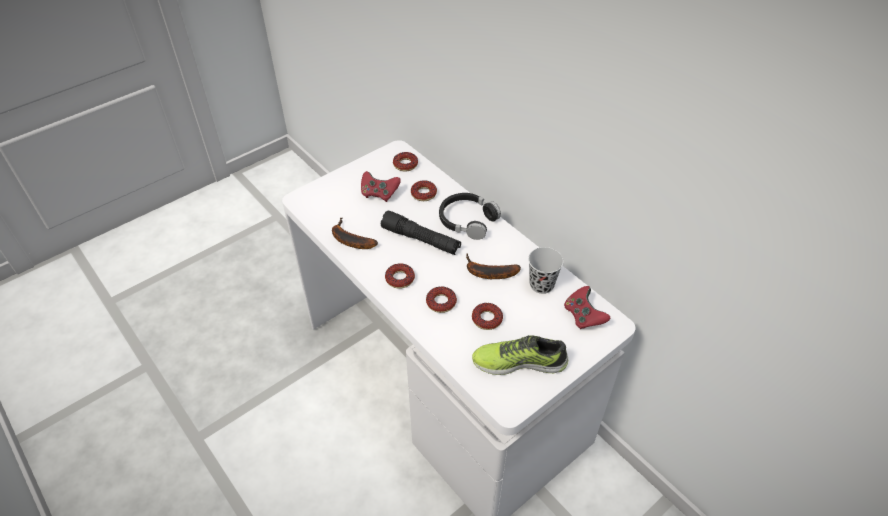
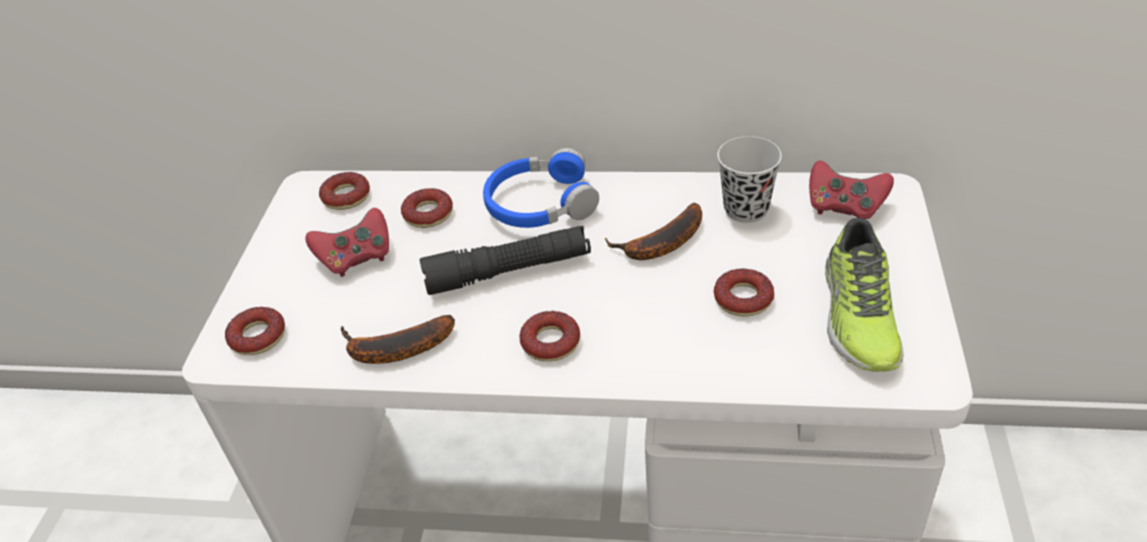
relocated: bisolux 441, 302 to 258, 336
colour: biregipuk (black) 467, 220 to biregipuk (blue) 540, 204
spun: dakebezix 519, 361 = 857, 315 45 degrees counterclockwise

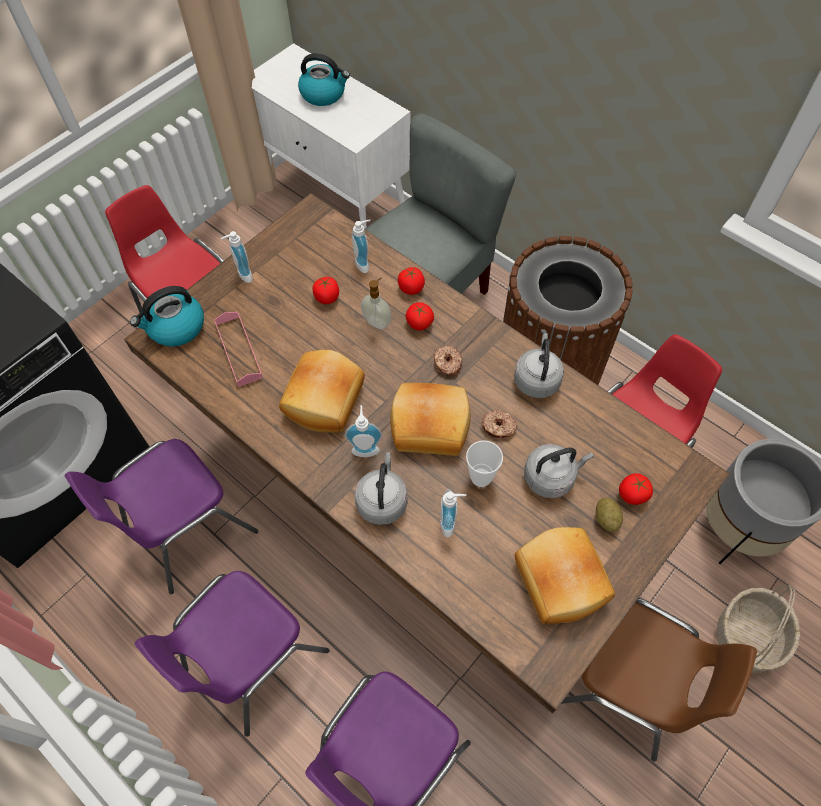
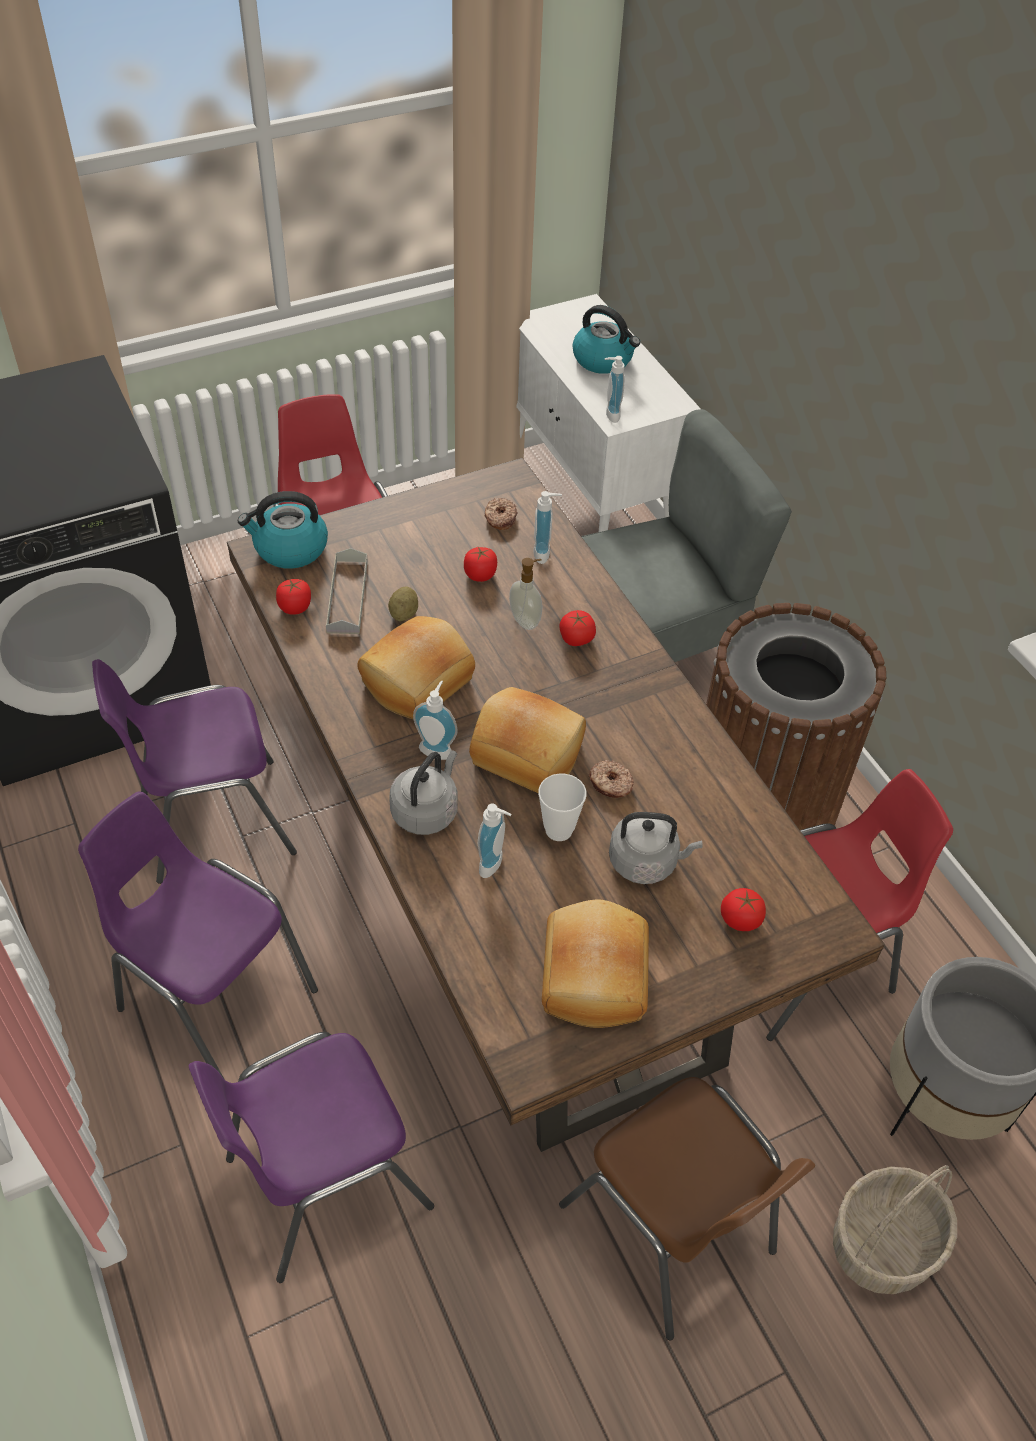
missing: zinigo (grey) 536, 379
relocated: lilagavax 242, 275 to 609, 414; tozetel 411, 288 to 295, 607; bisolux 447, 363 to 500, 518; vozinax 606, 519 to 404, 614
colour: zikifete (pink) 239, 350 to zikifete (grey) 347, 596
spun: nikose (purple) 252, 661 = 213, 998 60 degrees clockwise

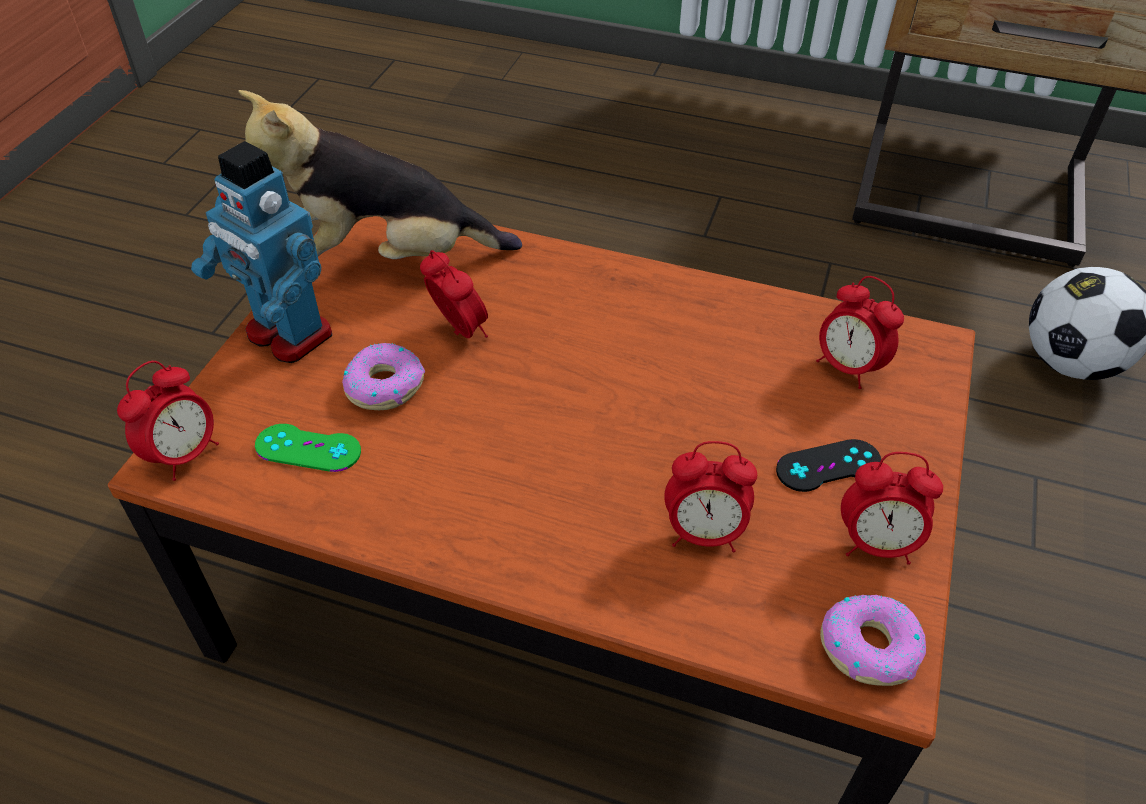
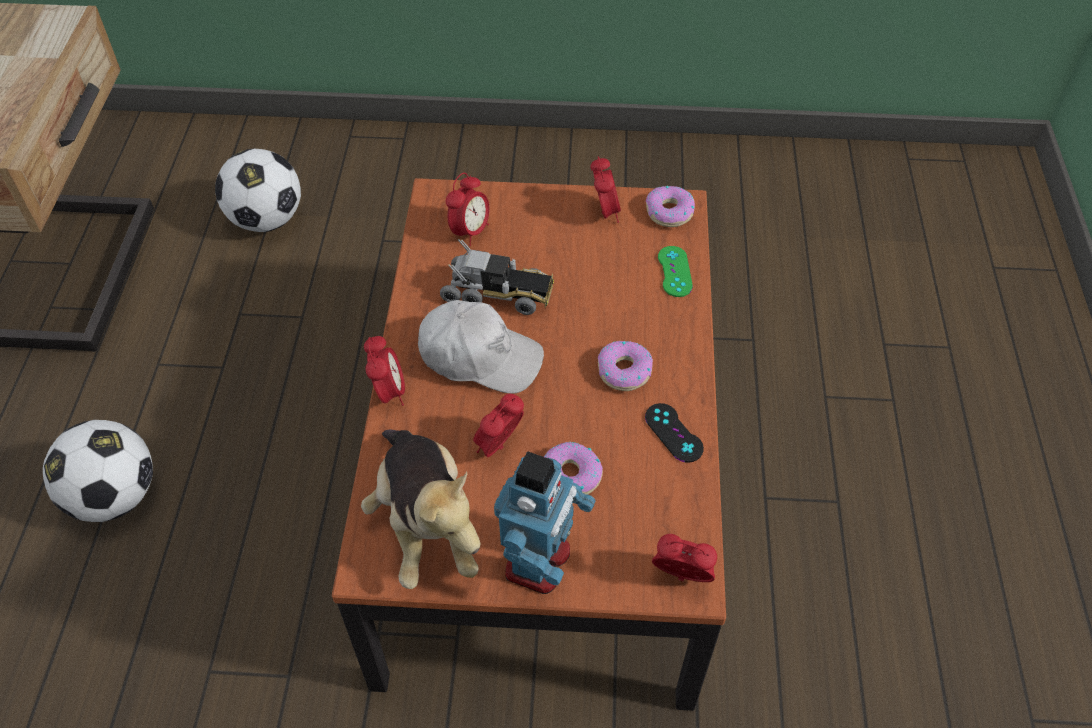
appeared: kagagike 115, 496; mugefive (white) 480, 356; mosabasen 498, 293; bisolux 624, 371
relocated: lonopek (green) 308, 448 to 674, 271; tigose 704, 533 to 389, 392; lonopek (black) 828, 466 to 673, 433

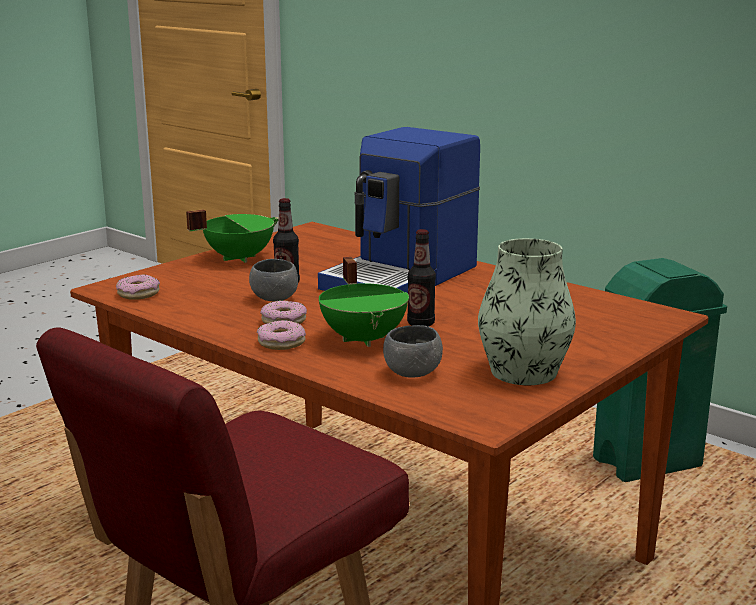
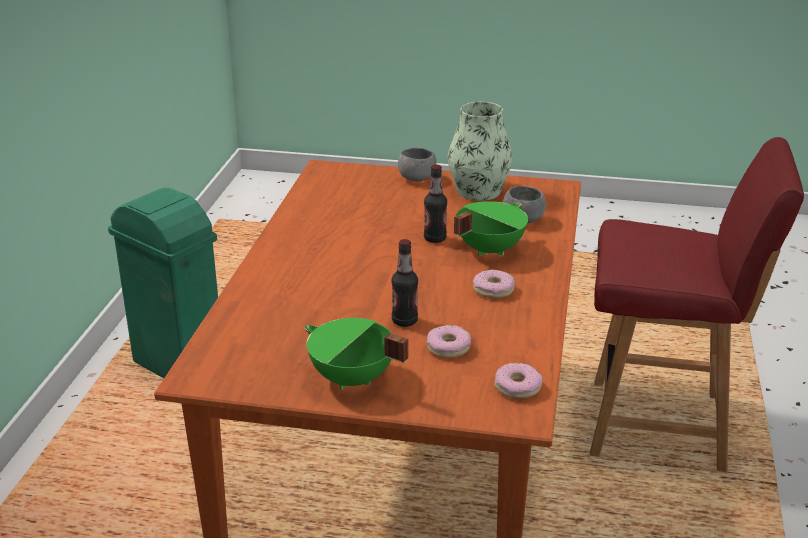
missing: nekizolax 403, 277
relocated: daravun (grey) 274, 298 to 417, 178; bisolux 281, 343 to 448, 347

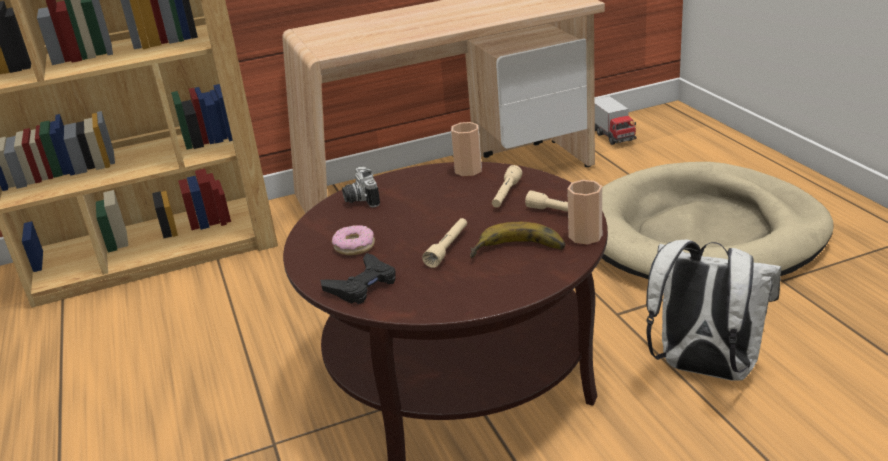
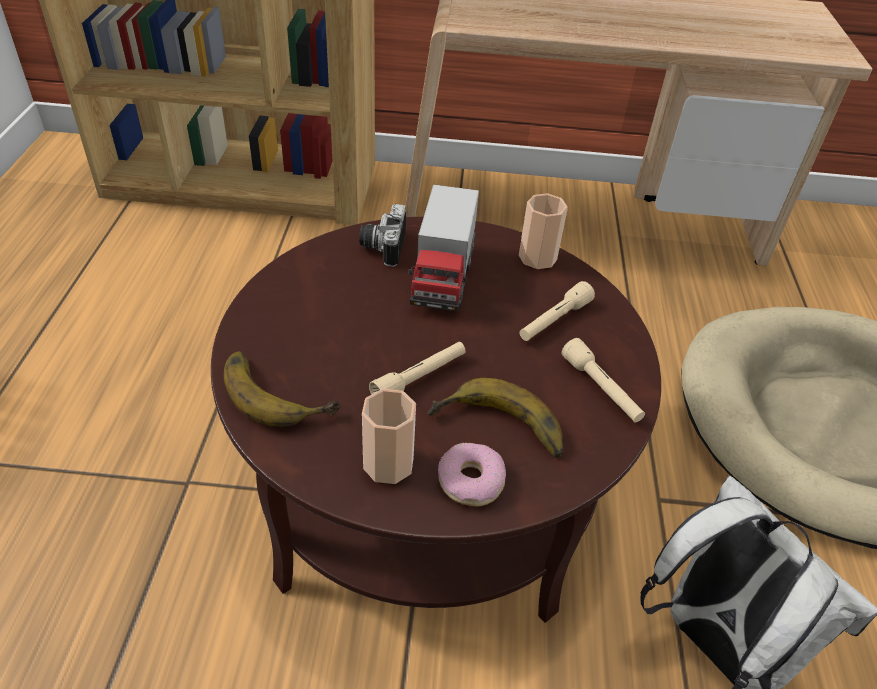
relocated: bisolux 354, 246 to 471, 481; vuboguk 585, 236 to 388, 464; mosabasen 612, 136 to 443, 277
exchanged: lonopek (black) 362, 285 to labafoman 279, 390

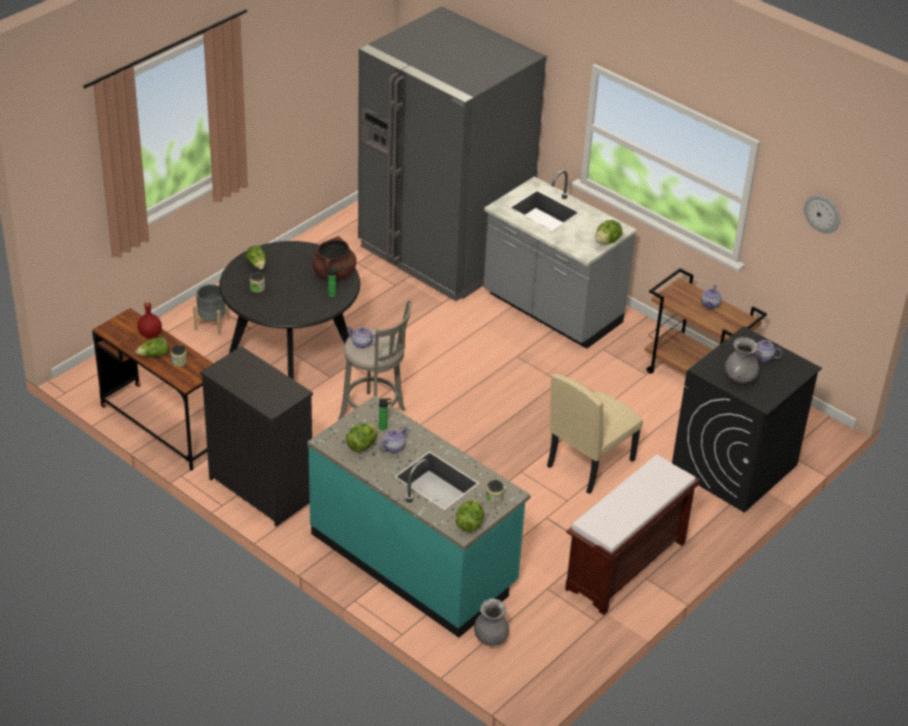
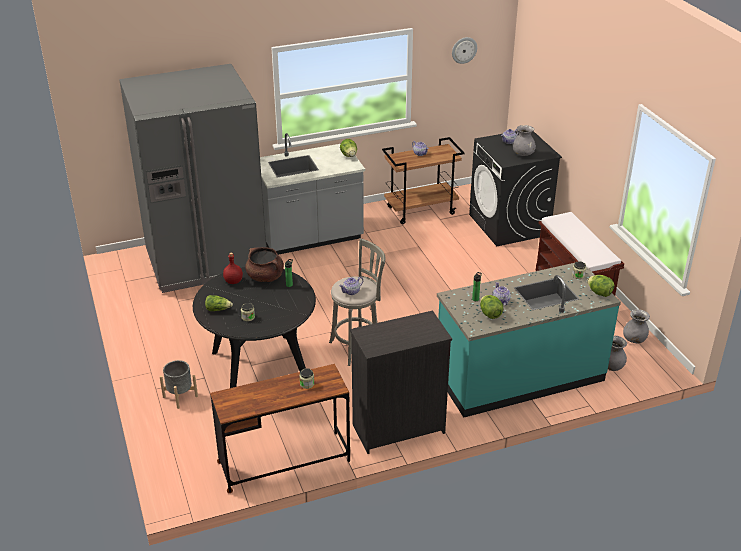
missing: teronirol 154, 355; nikose (beige) 590, 462
appeared: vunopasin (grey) 634, 340
relocated: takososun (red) 150, 334 to 234, 281

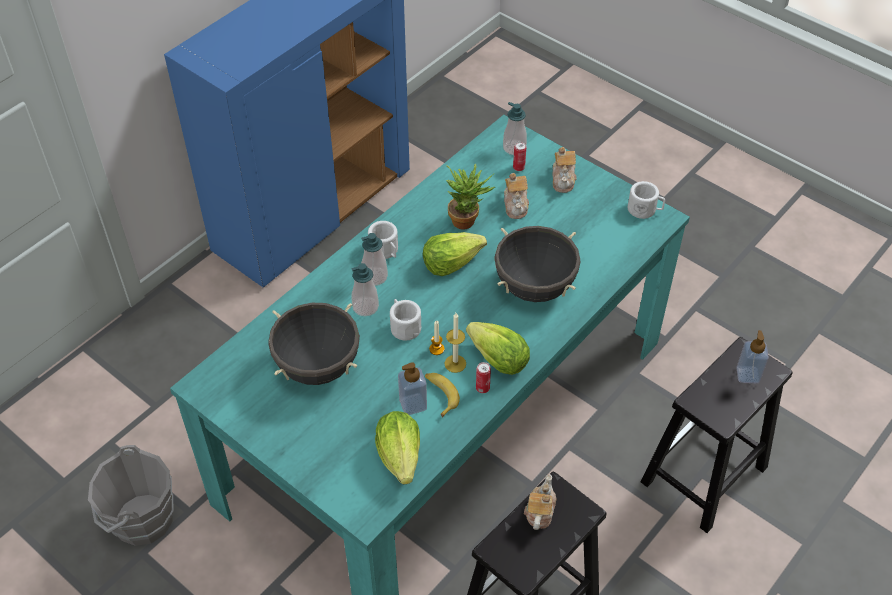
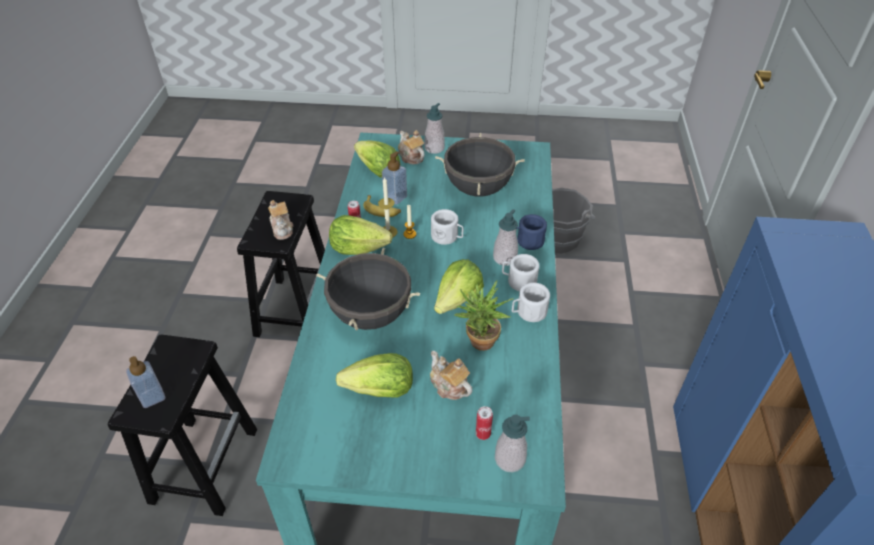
appeared: teronirol 380, 390; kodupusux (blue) 527, 242
relocated: lilagavax 365, 307 to 434, 148; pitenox 563, 179 to 411, 157; kodupusux (white) 645, 210 to 528, 312

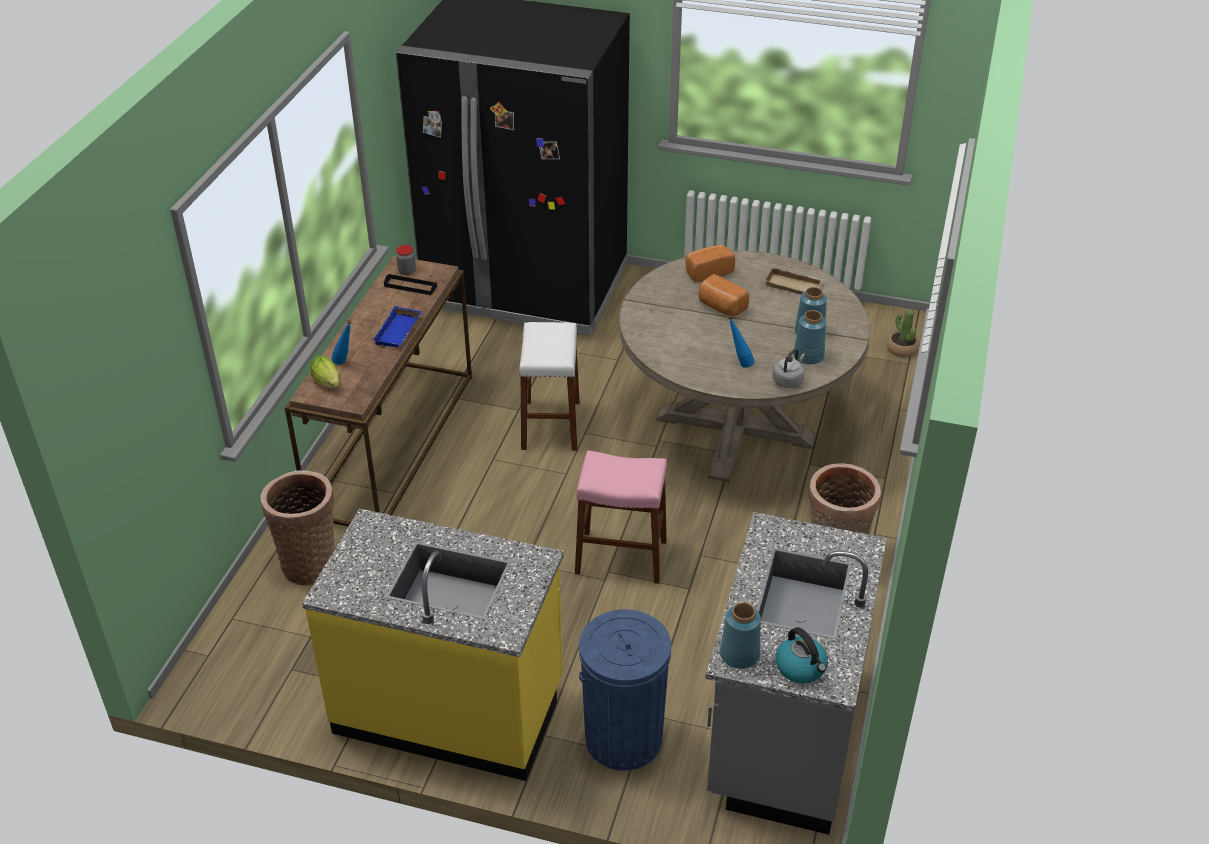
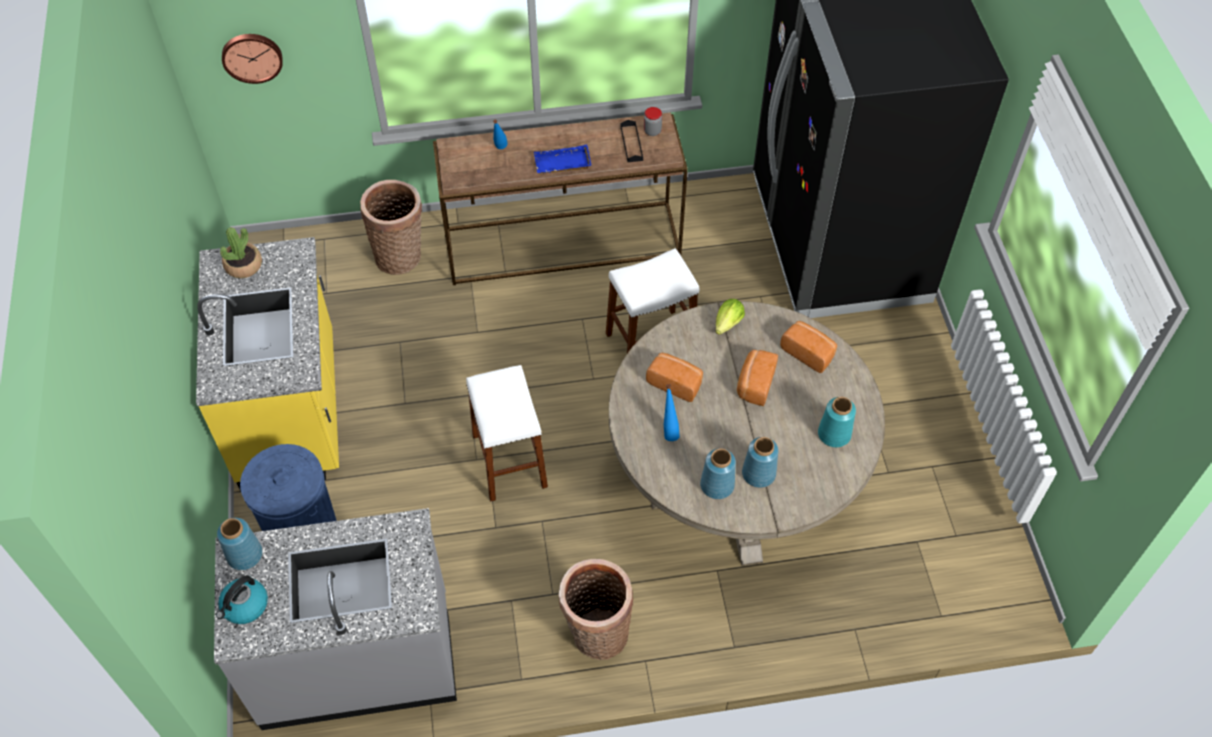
missing: zinigo (grey) 788, 380
appeared: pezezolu 252, 56; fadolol 675, 382
relocated: teronirol 328, 383 to 726, 325; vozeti 901, 349 to 243, 265
exchanged: zikifete (beige) 794, 285 to vunopasin (turquoise) 834, 434
colour: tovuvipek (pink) 621, 557 to tovuvipek (white) 509, 461

